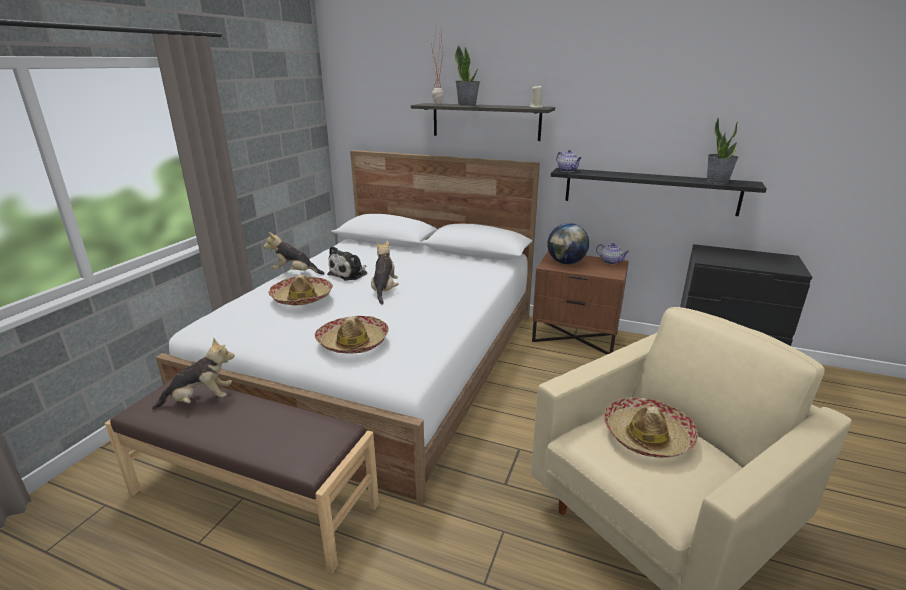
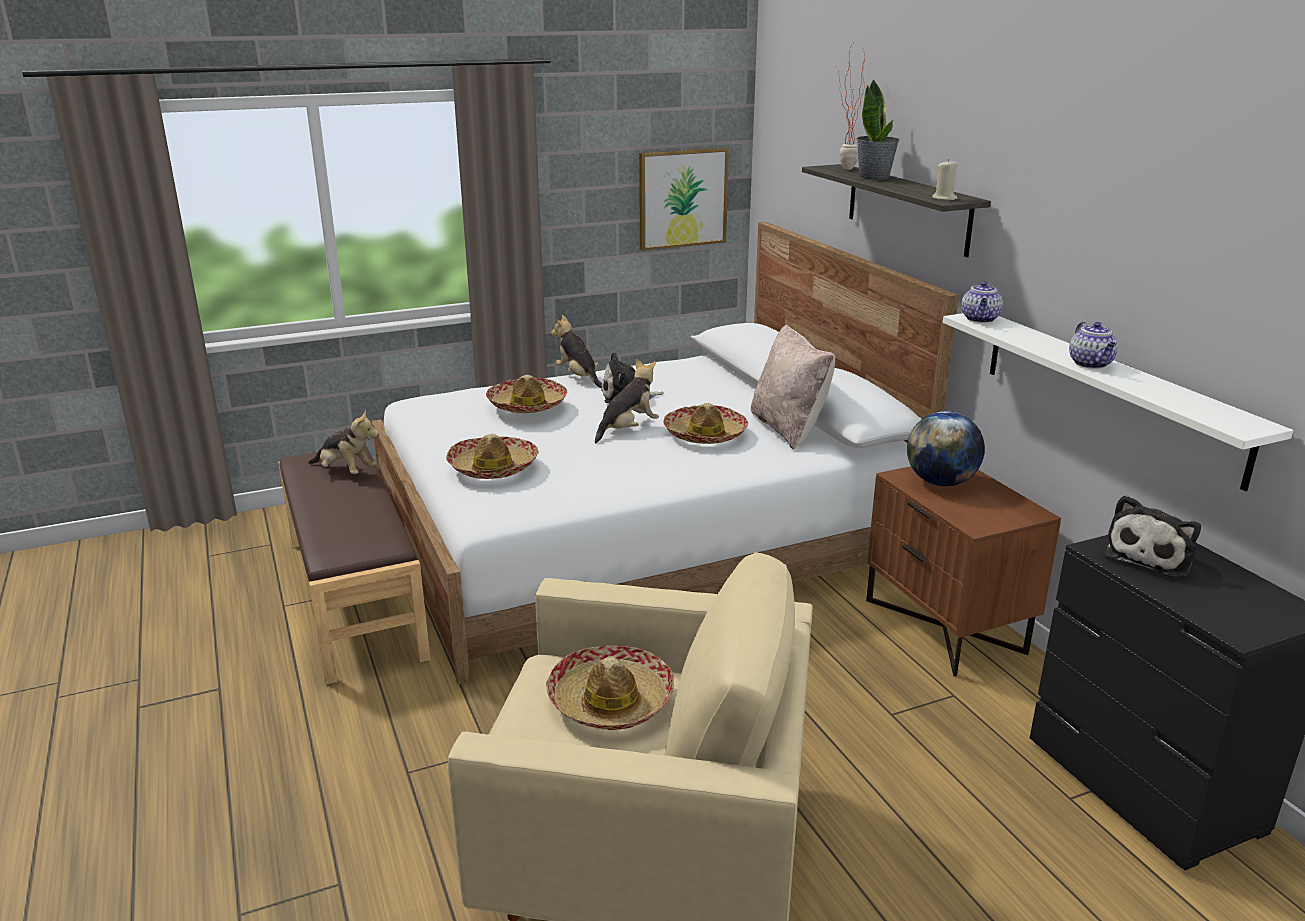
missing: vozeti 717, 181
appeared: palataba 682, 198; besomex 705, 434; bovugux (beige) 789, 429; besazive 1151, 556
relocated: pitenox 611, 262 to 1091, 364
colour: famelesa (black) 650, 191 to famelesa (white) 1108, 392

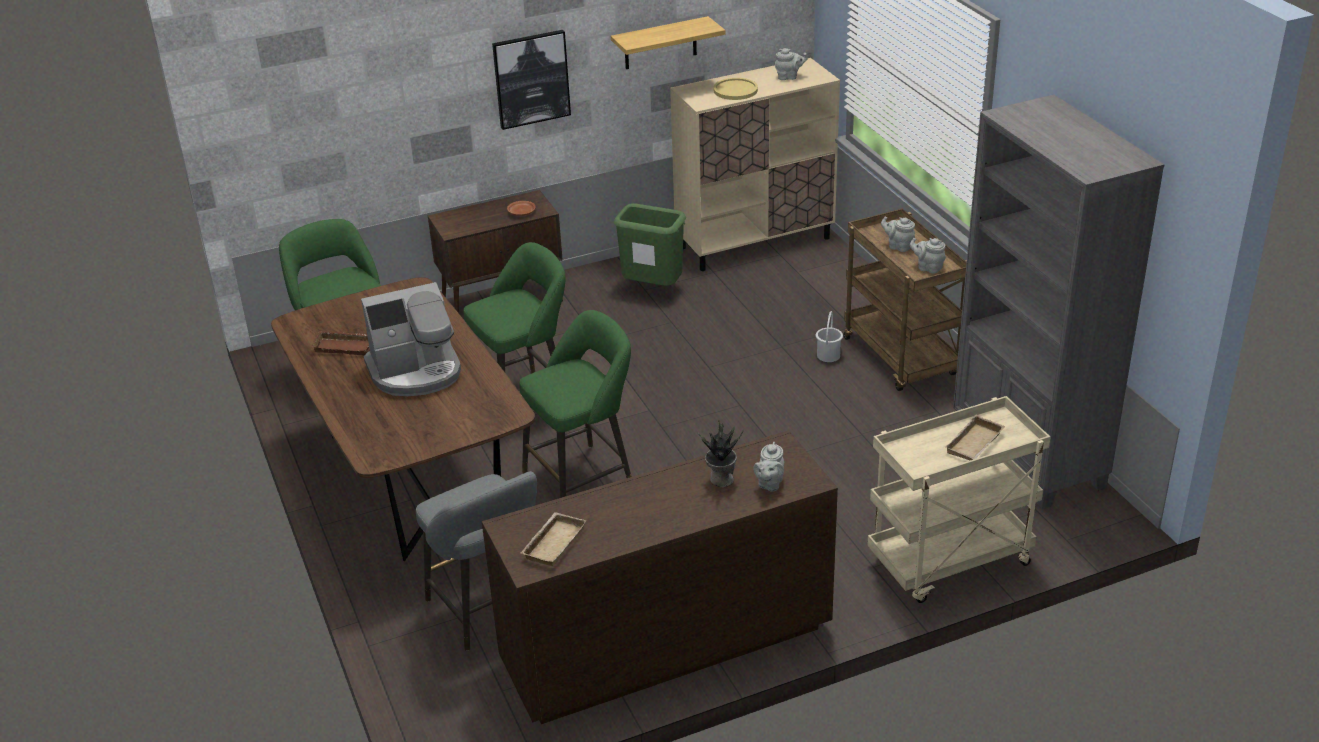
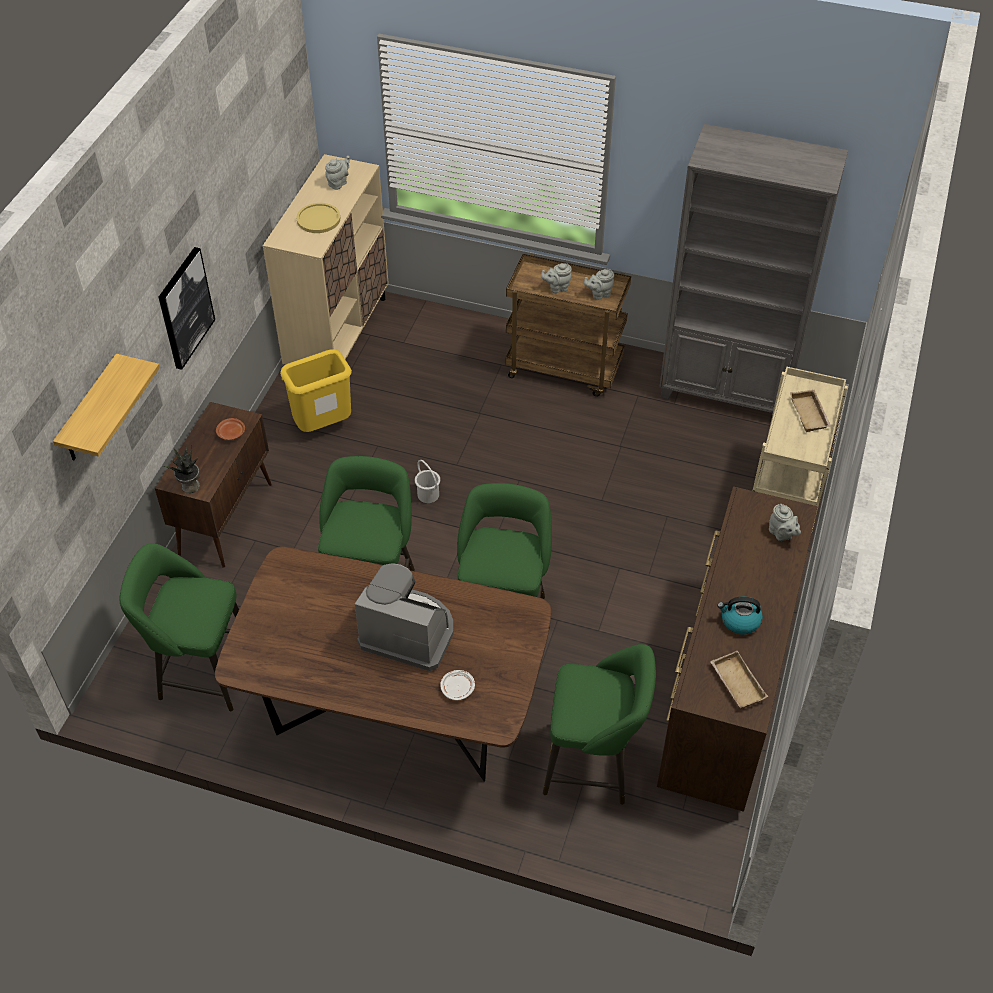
missing: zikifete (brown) 345, 346
appeared: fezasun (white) 457, 688; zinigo 739, 621
relocated: famelesa 660, 43 to 90, 412; vozeti 720, 479 to 190, 486; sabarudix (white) 828, 355 to 428, 495
colour: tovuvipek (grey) 490, 611 to tovuvipek (green) 594, 764; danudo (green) 653, 289 to danudo (yellow) 323, 426
spun: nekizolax 416, 372 = 408, 633 90 degrees counterclockwise

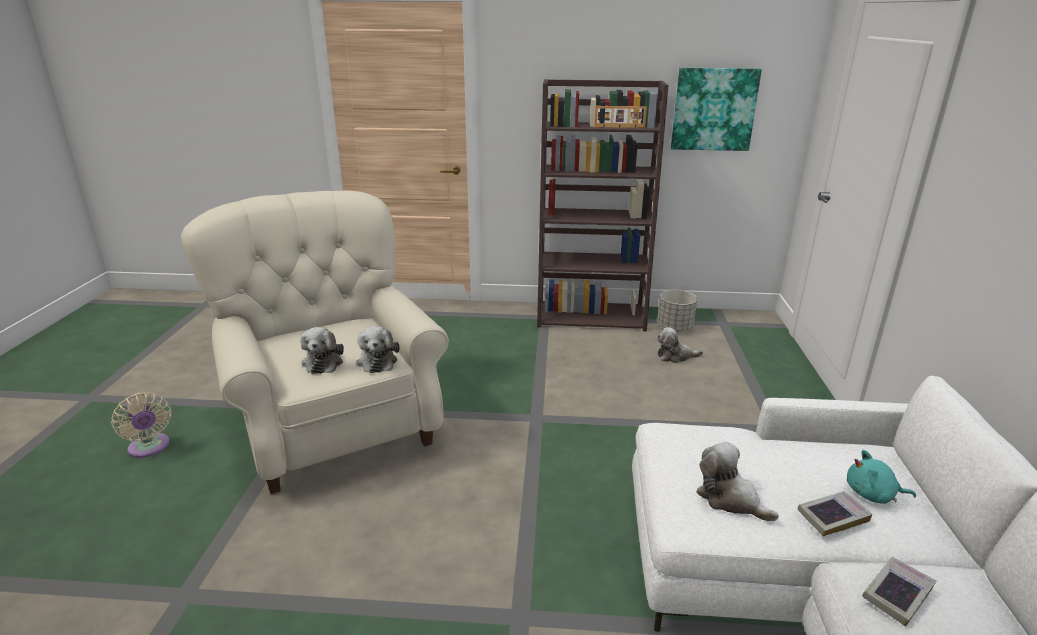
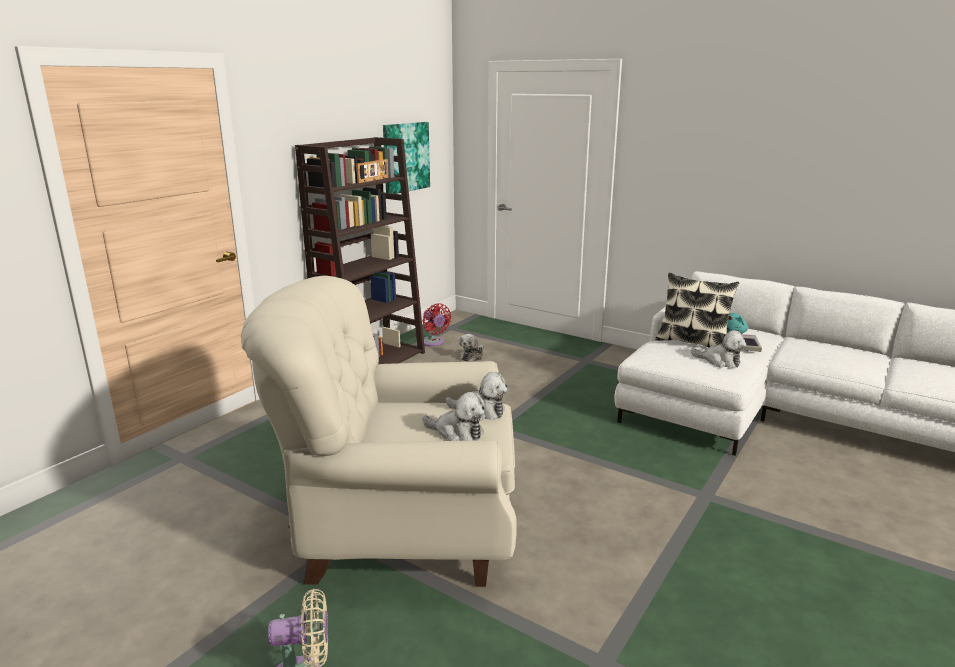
missing: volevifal 897, 594
appeared: bovugux 692, 342
exchanged: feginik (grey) 675, 327 to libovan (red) 433, 343
spun: besazive 730, 499 = 719, 361 135 degrees counterclockwise

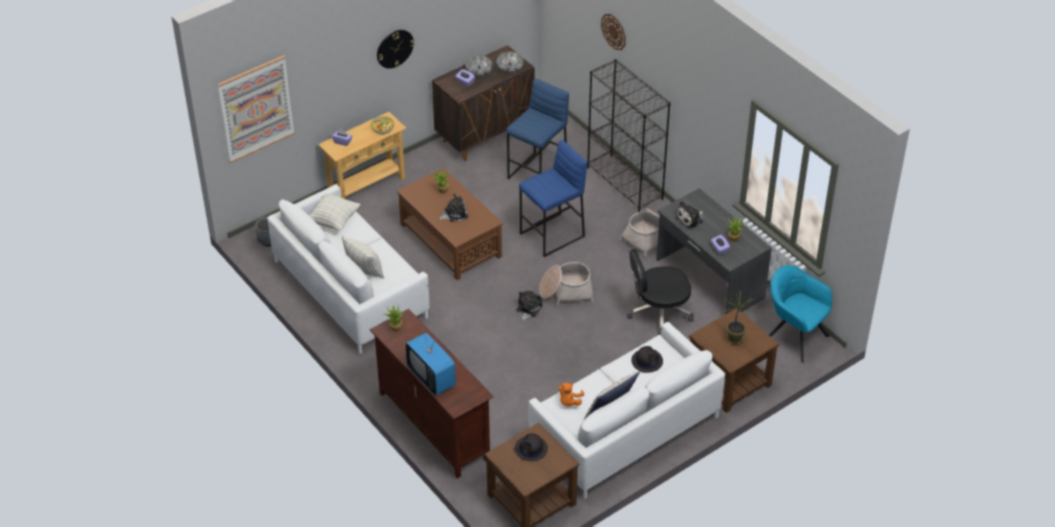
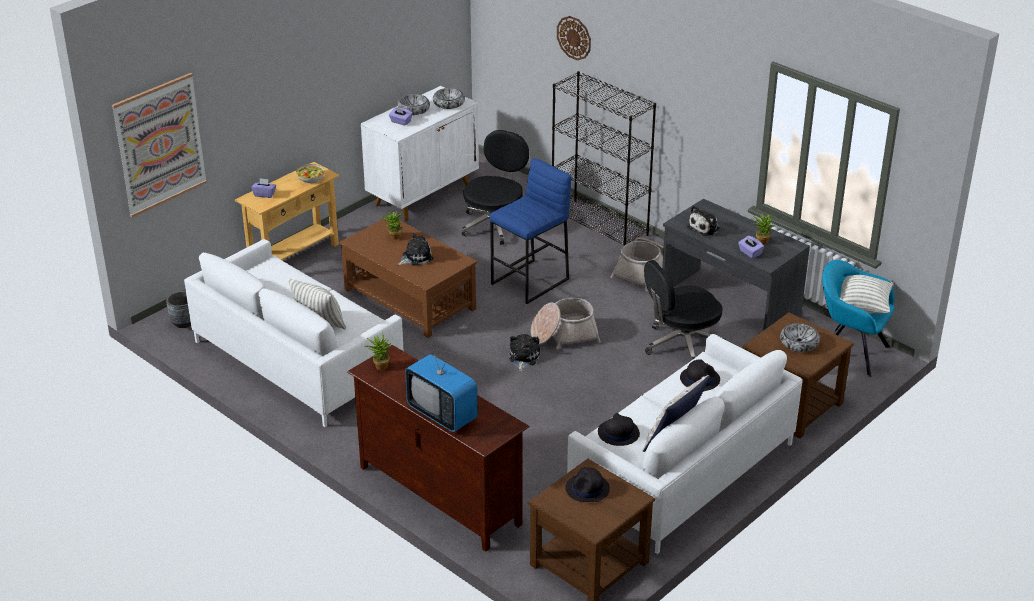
missing: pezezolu 394, 48
relocated: bovugux 333, 220 to 862, 306
exchanged: tovuvipek (blue) 538, 173 to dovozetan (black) 495, 224; besazive (orange) 569, 402 to besomex (black) 618, 433; vozeti 735, 338 to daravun 799, 342
colour: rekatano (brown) 485, 135 to rekatano (white) 423, 196

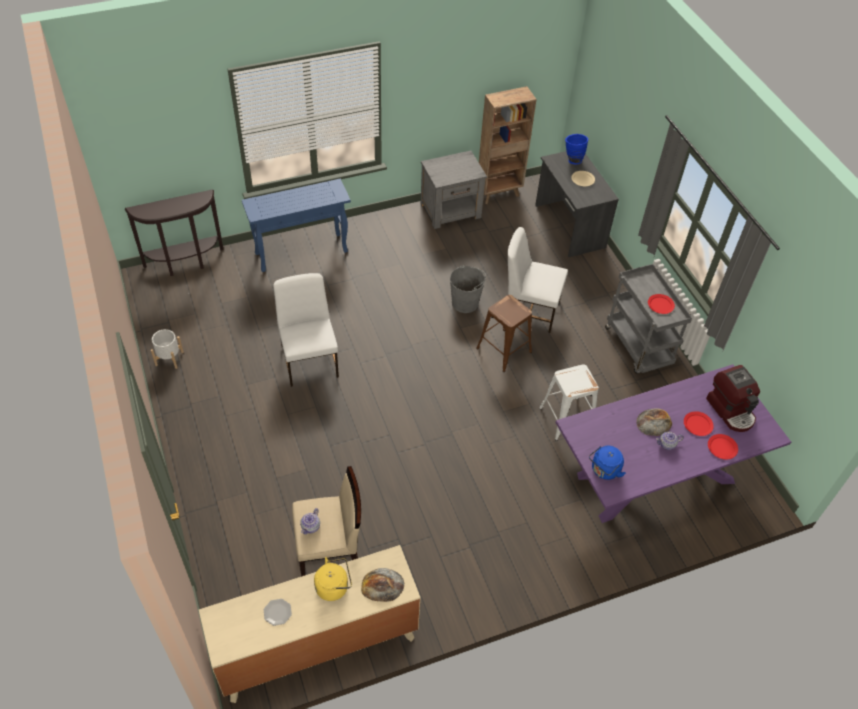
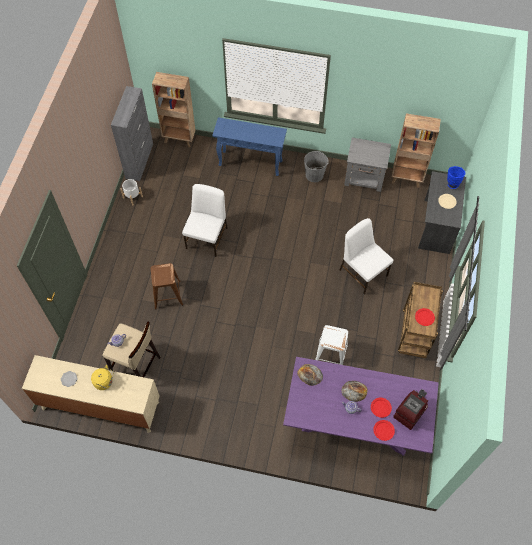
missing: zinigo (blue) 604, 471
appeared: rekatano (grey) 139, 160
relocated: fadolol 382, 585 to 310, 374; sabarudix (grey) 465, 303 to 314, 175; tovuvipek (brown) 503, 350 to 167, 295
exchanged: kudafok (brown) 185, 264 to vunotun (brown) 179, 139
colour: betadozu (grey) 639, 347 to betadozu (brown) 414, 334
spun: nekizolax 731, 410 = 410, 411 150 degrees counterclockwise

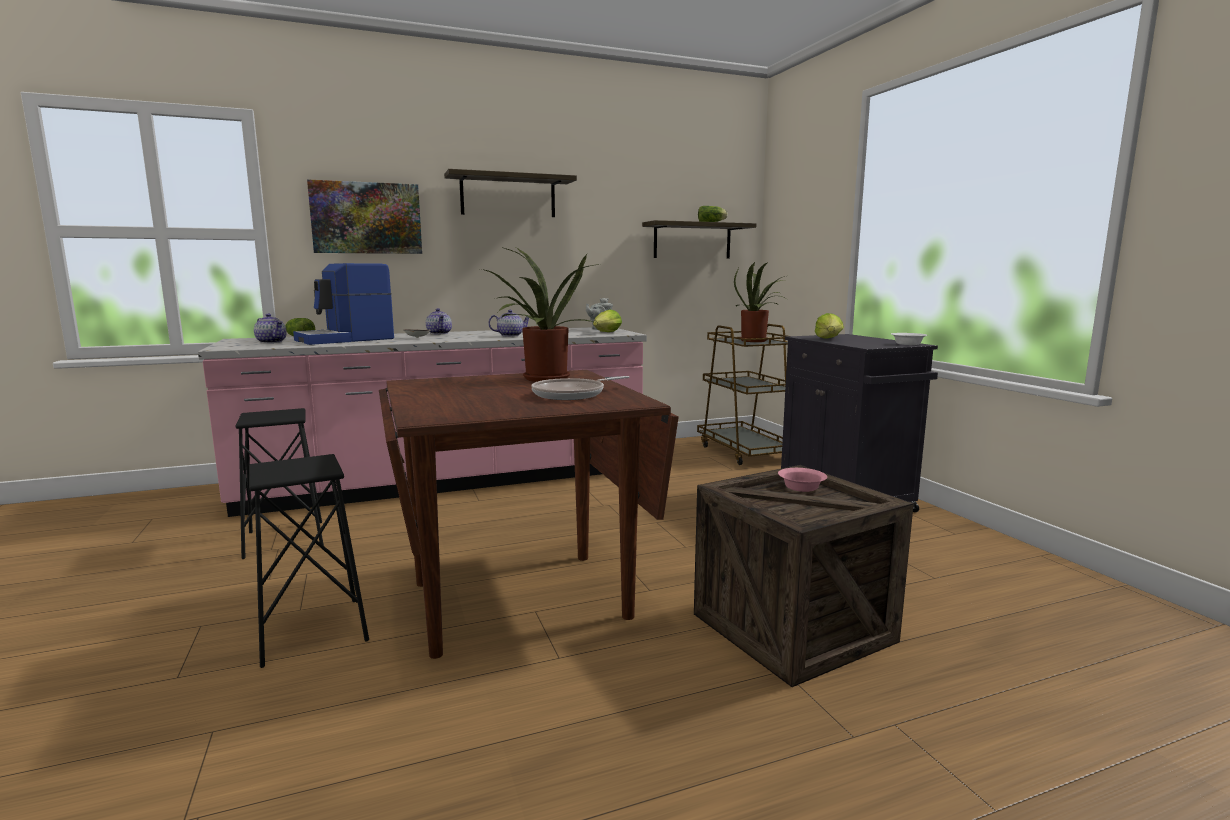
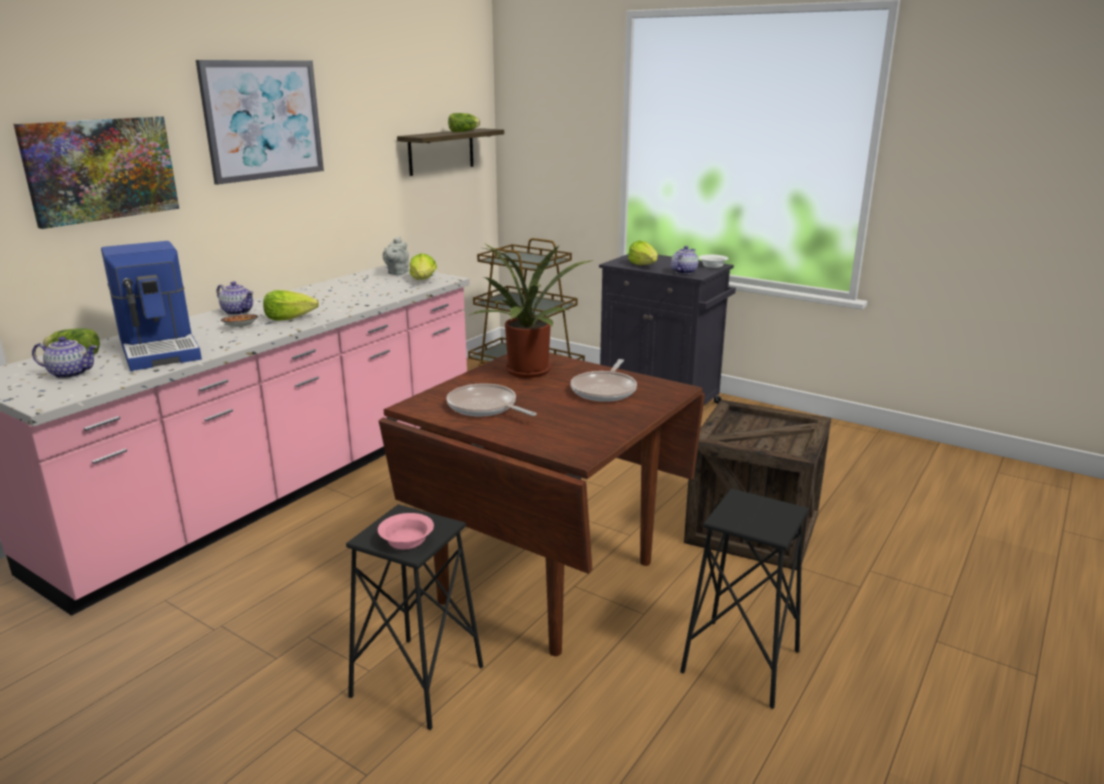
missing: vozeti 756, 341
appeared: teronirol 290, 318; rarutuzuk 485, 407
relocated: tovuvipek (black) 284, 539 to 740, 662; pitenox 510, 335 to 683, 272; daravun (pink) 802, 488 to 407, 541
exchanged: famelesa 508, 196 to palataba 263, 120
spun: nekizolax 346, 339 = 161, 348 45 degrees counterclockwise

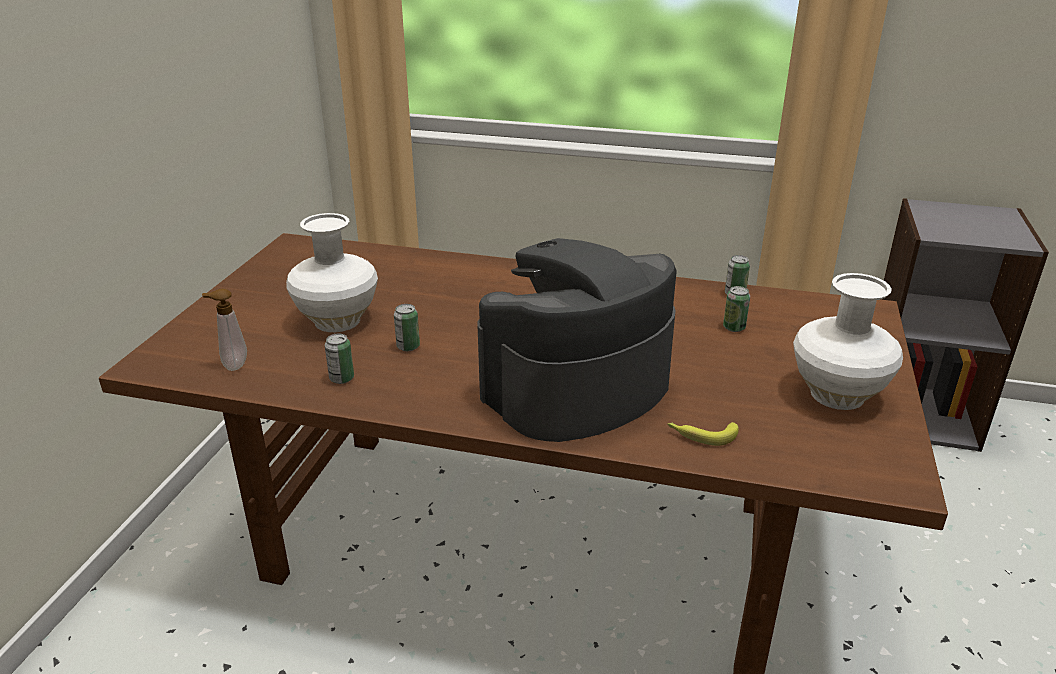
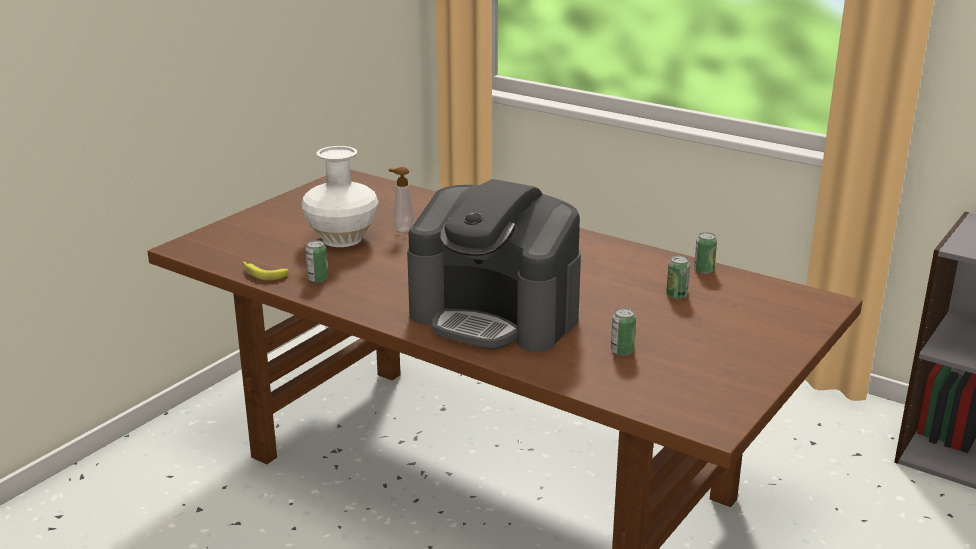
missing: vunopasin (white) 838, 395
relocated: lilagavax 233, 365 to 401, 229; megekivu 408, 347 to 622, 351; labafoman 701, 435 to 262, 274
spun: nekizolax 576, 388 = 496, 316 135 degrees counterclockwise

